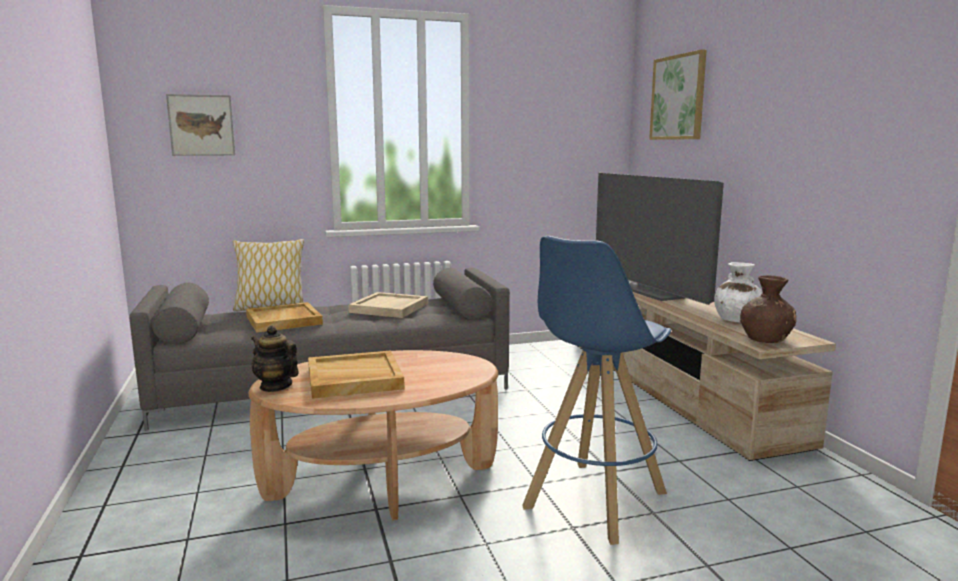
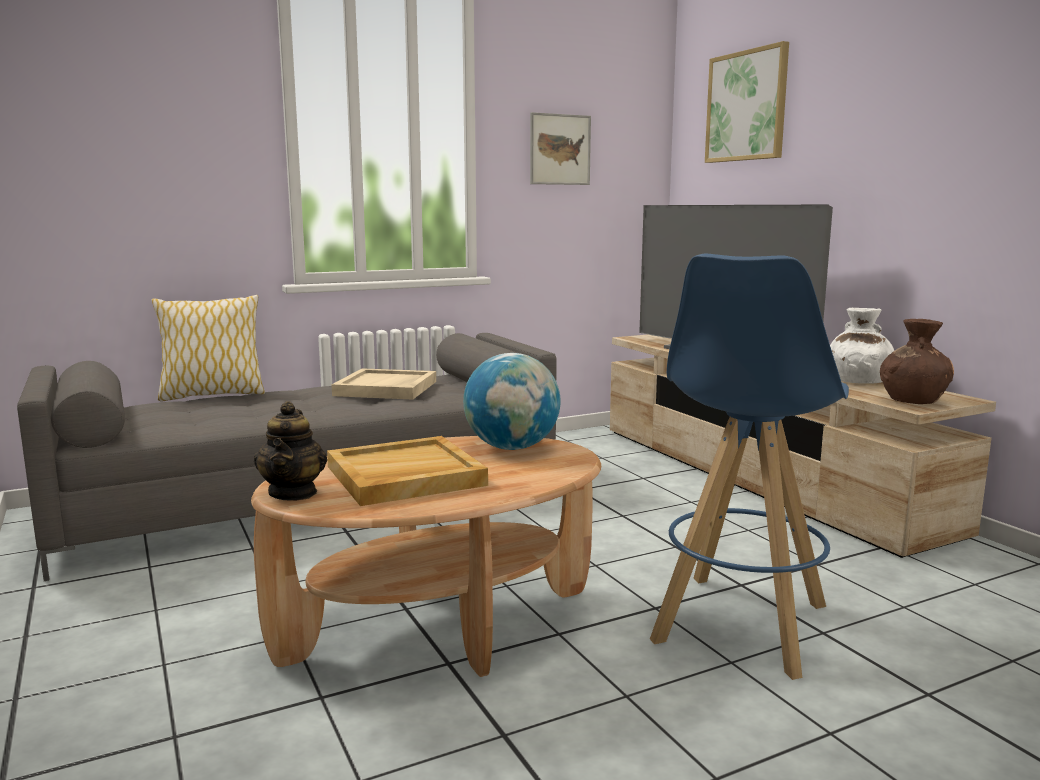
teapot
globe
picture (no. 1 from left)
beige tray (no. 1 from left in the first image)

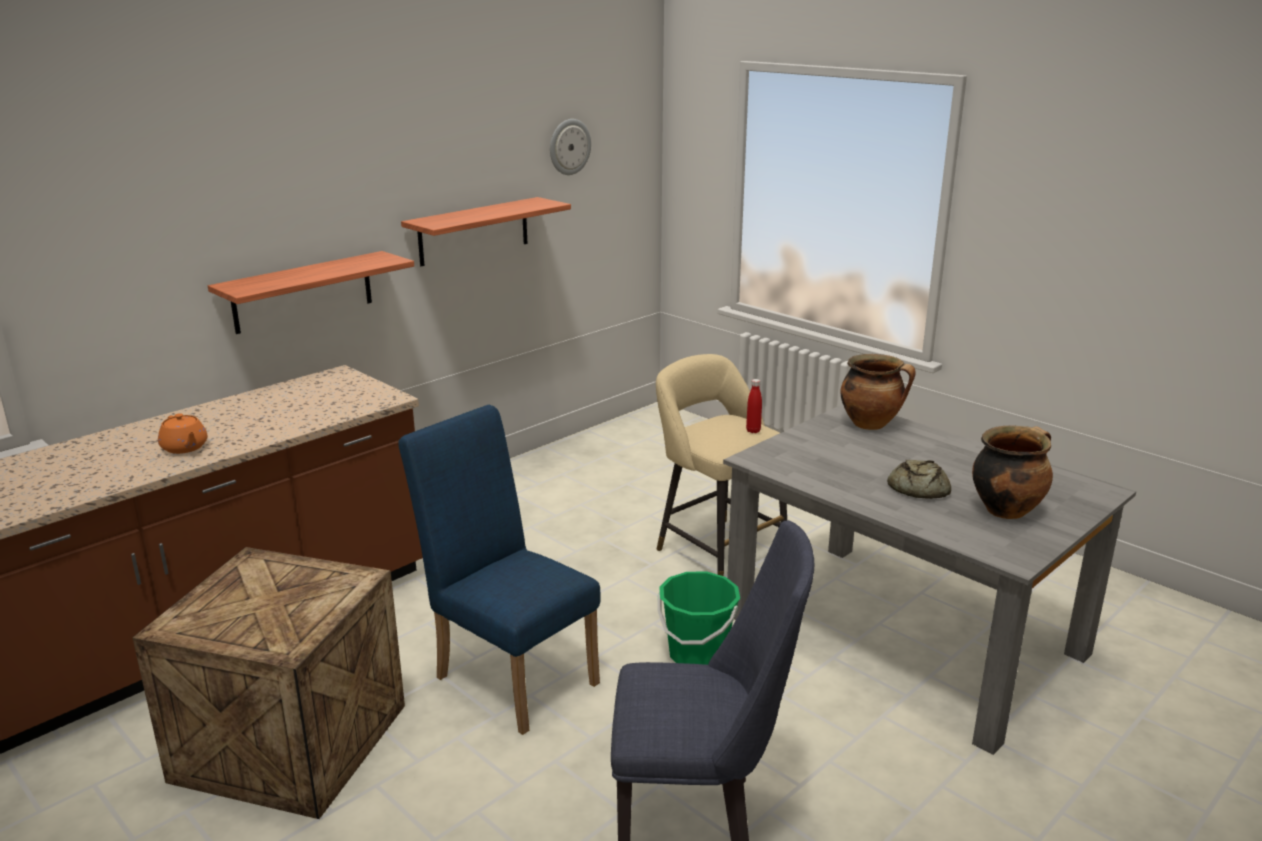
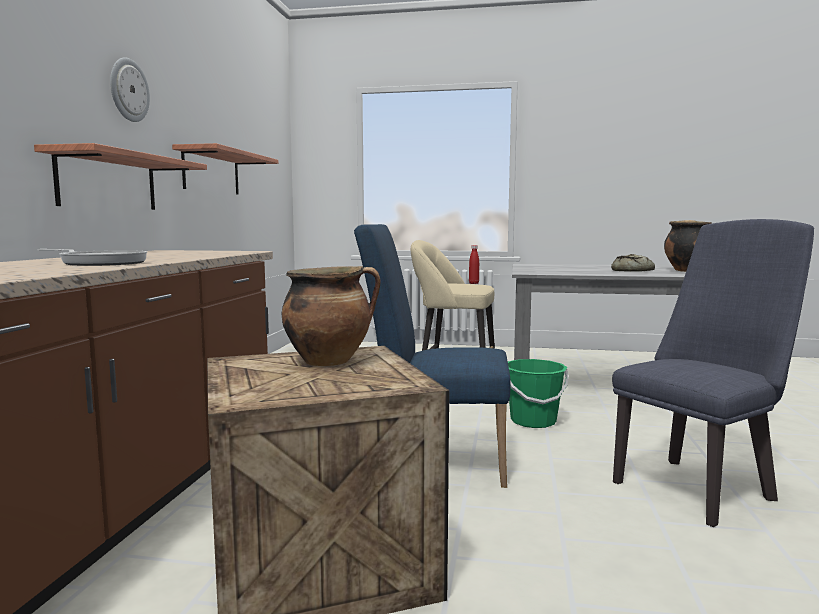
frying pan
wall clock
cooking pot (no. 1 from left)

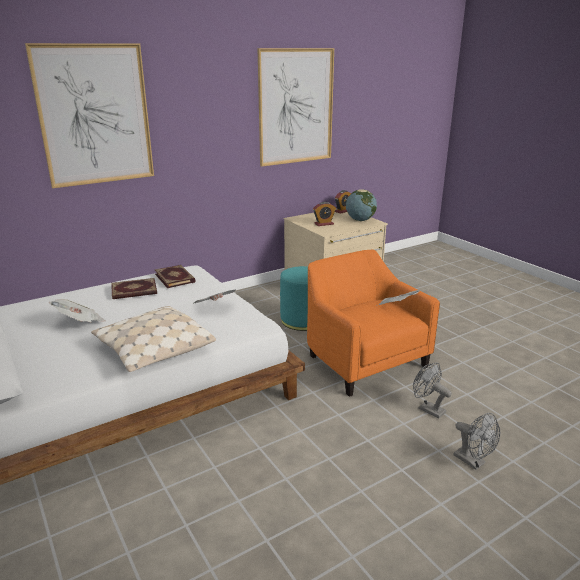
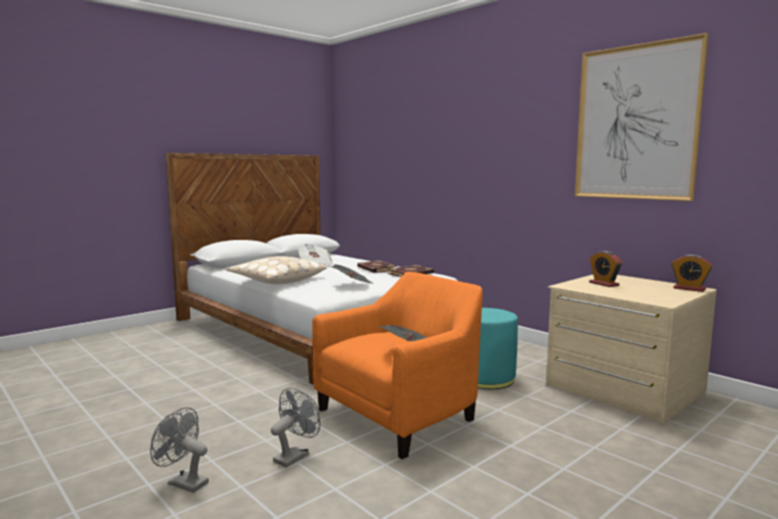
grey fan (no. 1 from left)
picture (no. 1 from left in the first image)
globe

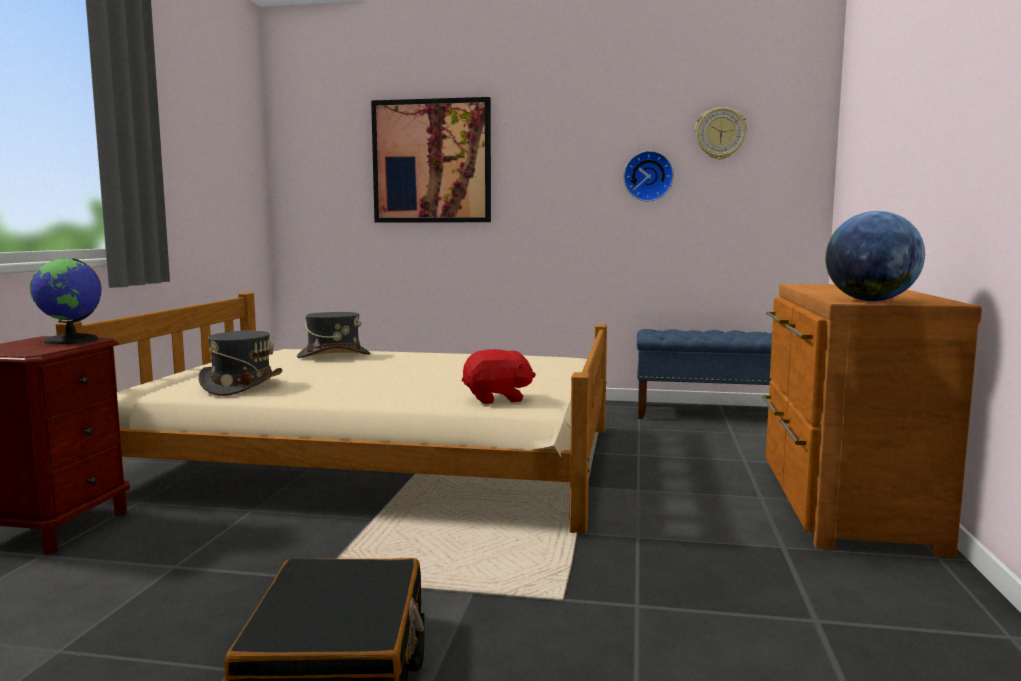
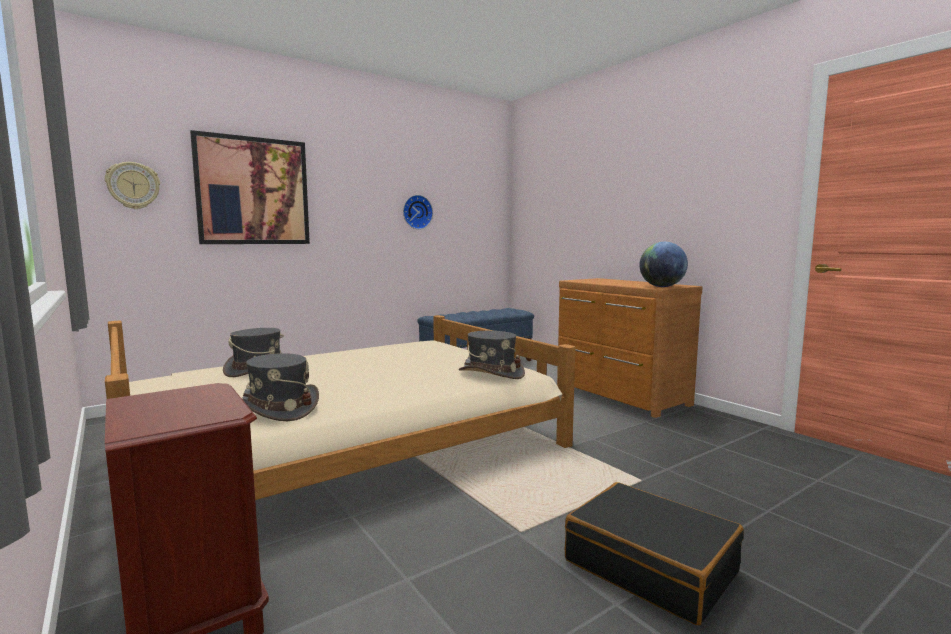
wall clock (no. 1 from left)
grey hat (no. 3 from left)
globe (no. 1 from left in the first image)

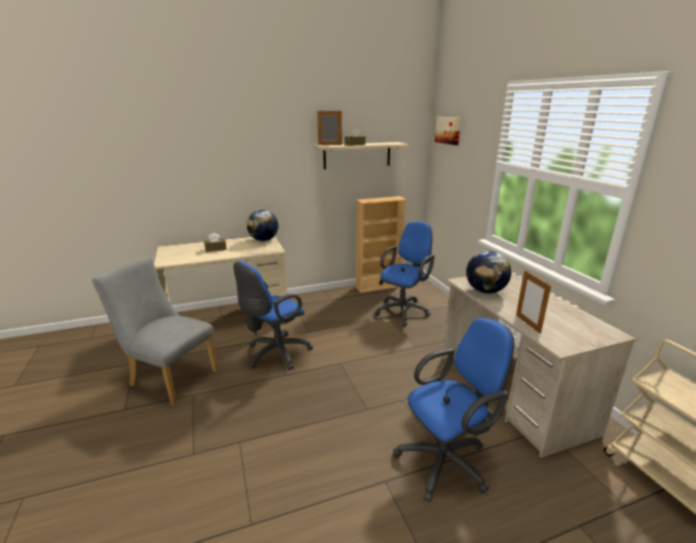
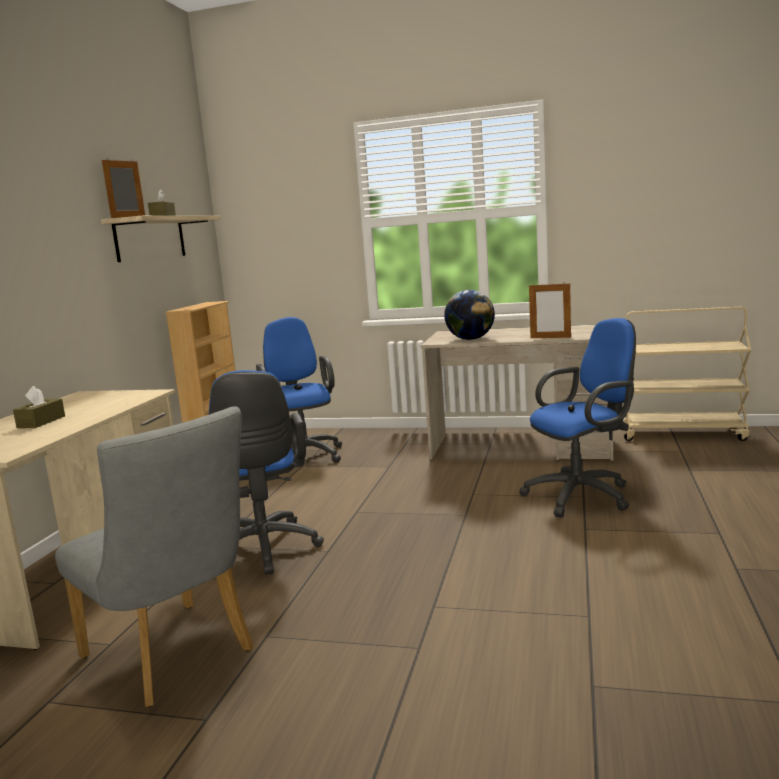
grey chair
blue office chair (no. 3 from left)
globe (no. 1 from left in the first image)
picture

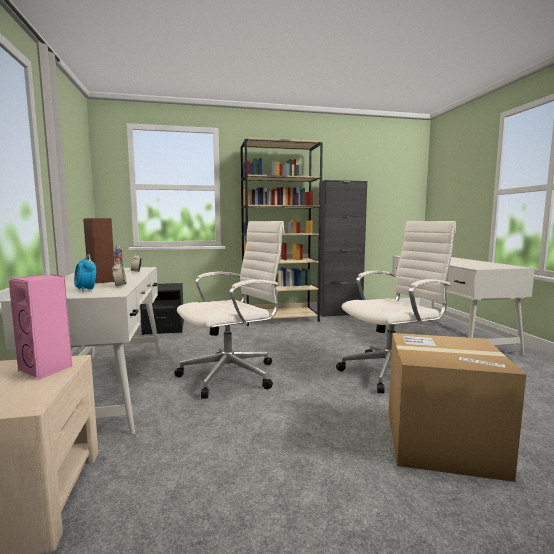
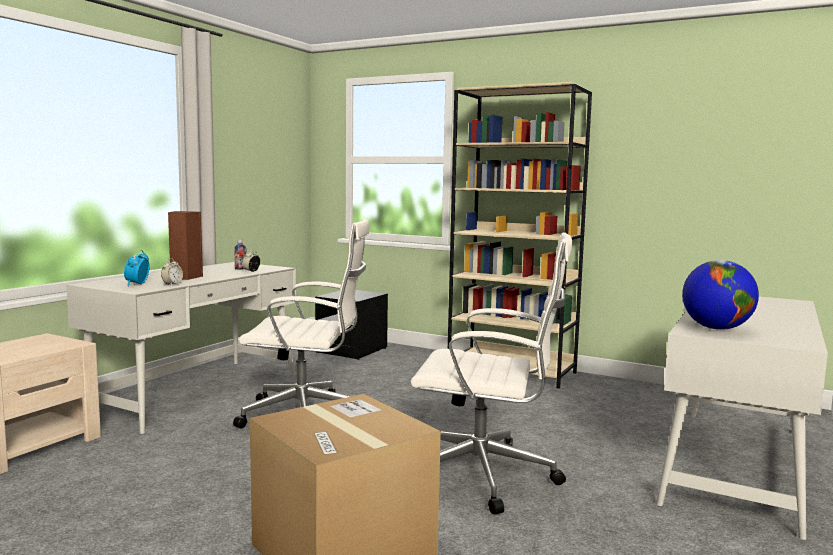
globe
pink speaker
black cabinet

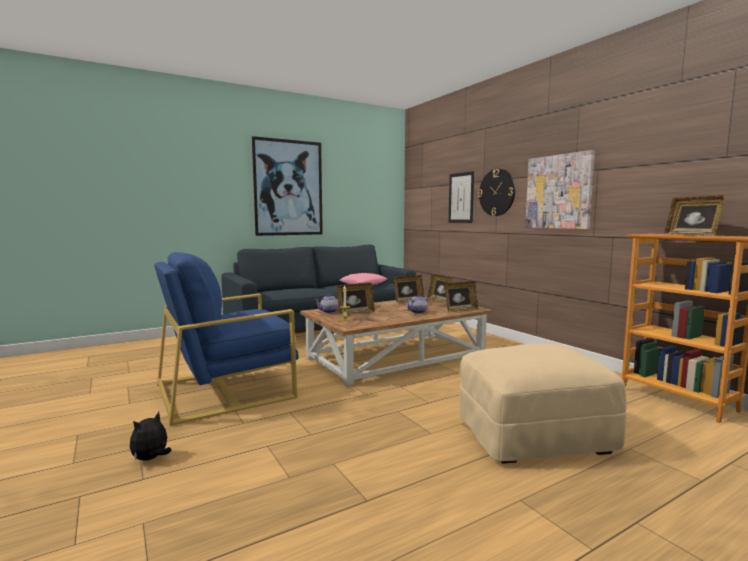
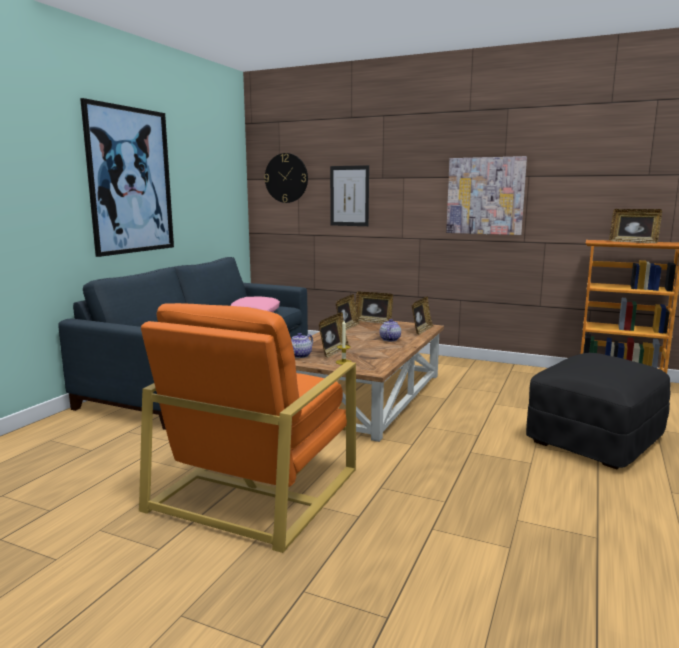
orange armchair
wall clock
black ottoman
plush toy

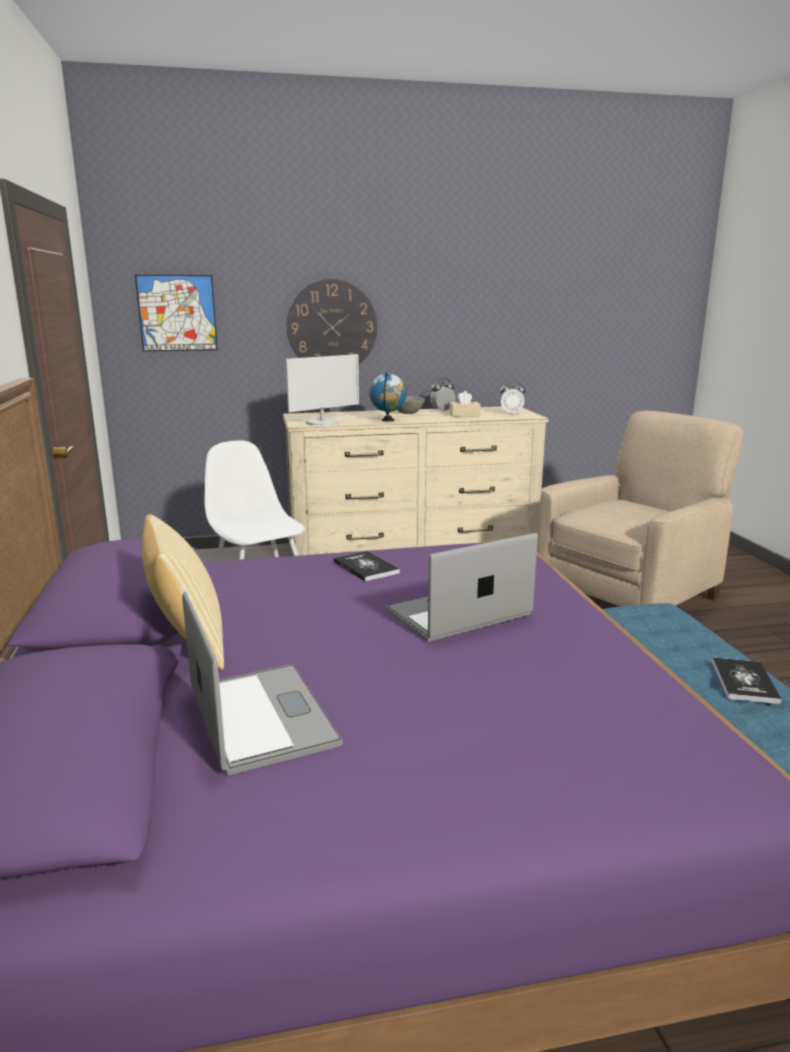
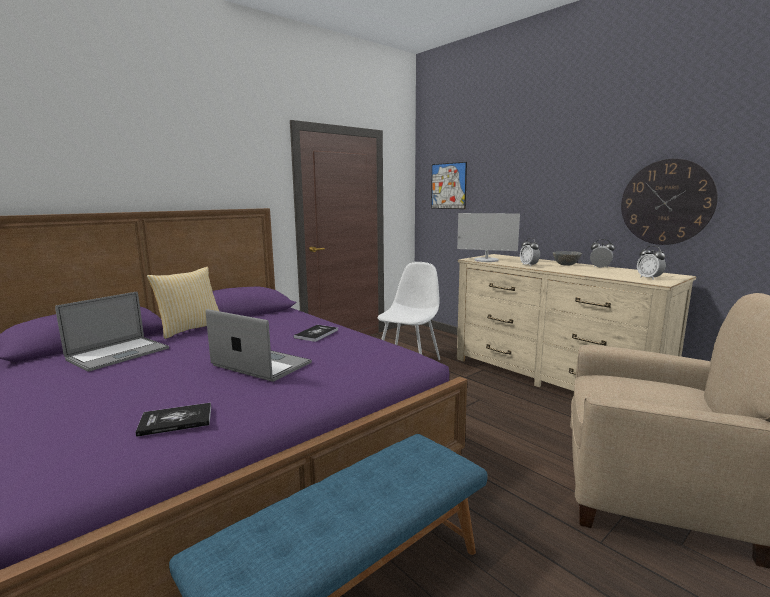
book (no. 1 from left)
alarm clock (no. 1 from left)
wall clock
beige tissue box

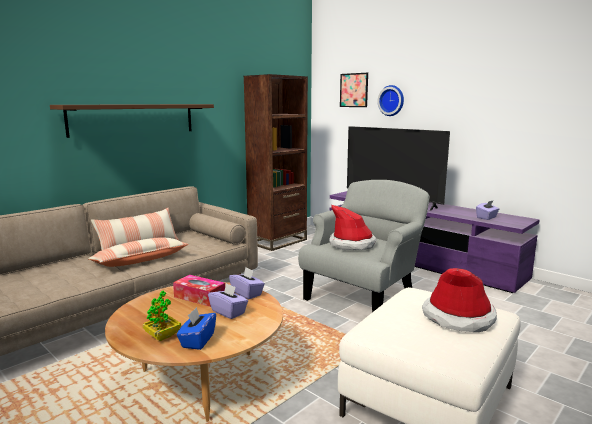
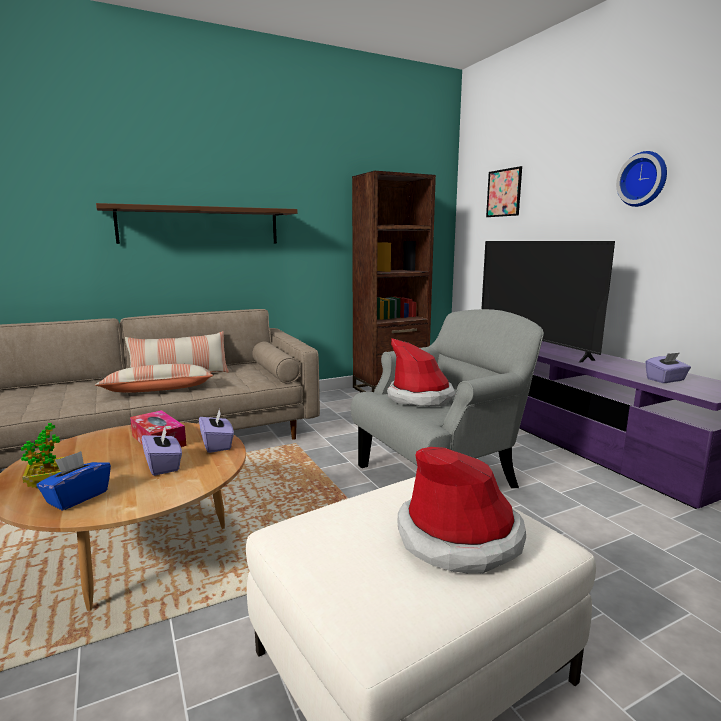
wall clock

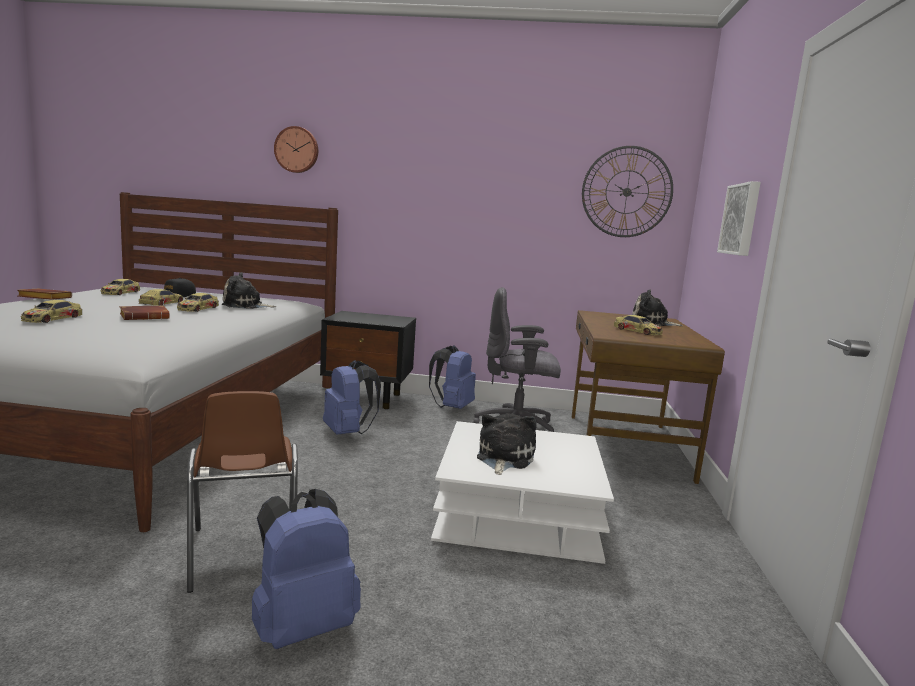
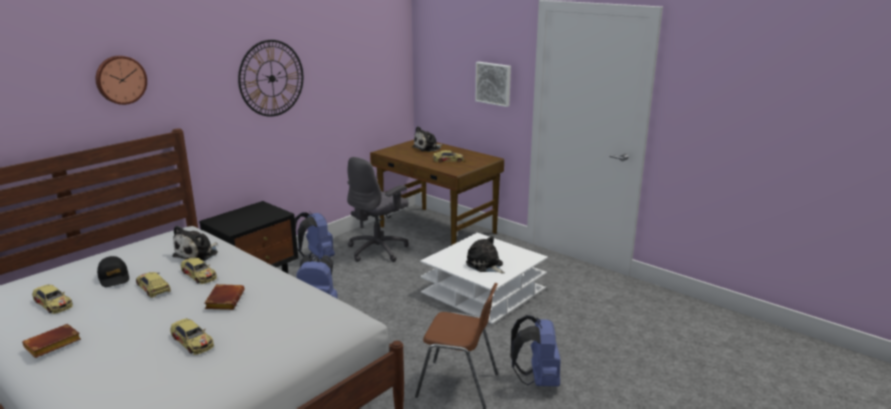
wall clock (no. 2 from left)

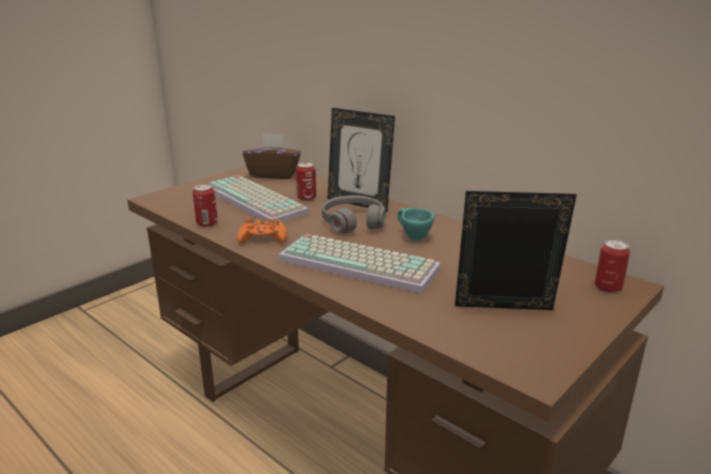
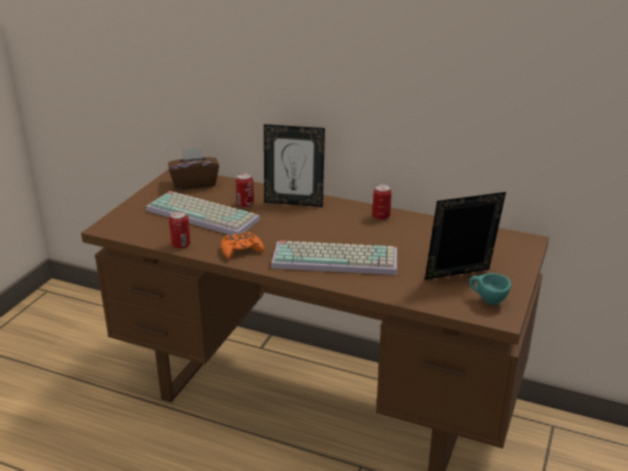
can (no. 3 from left)
turquoise cup
grey headphones

